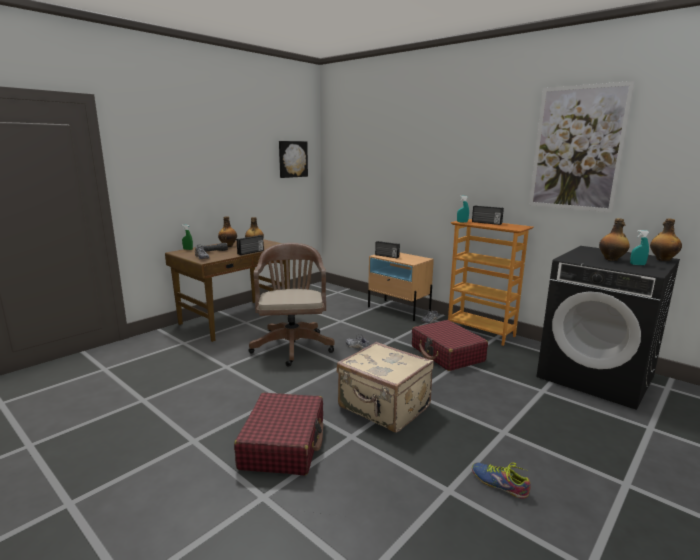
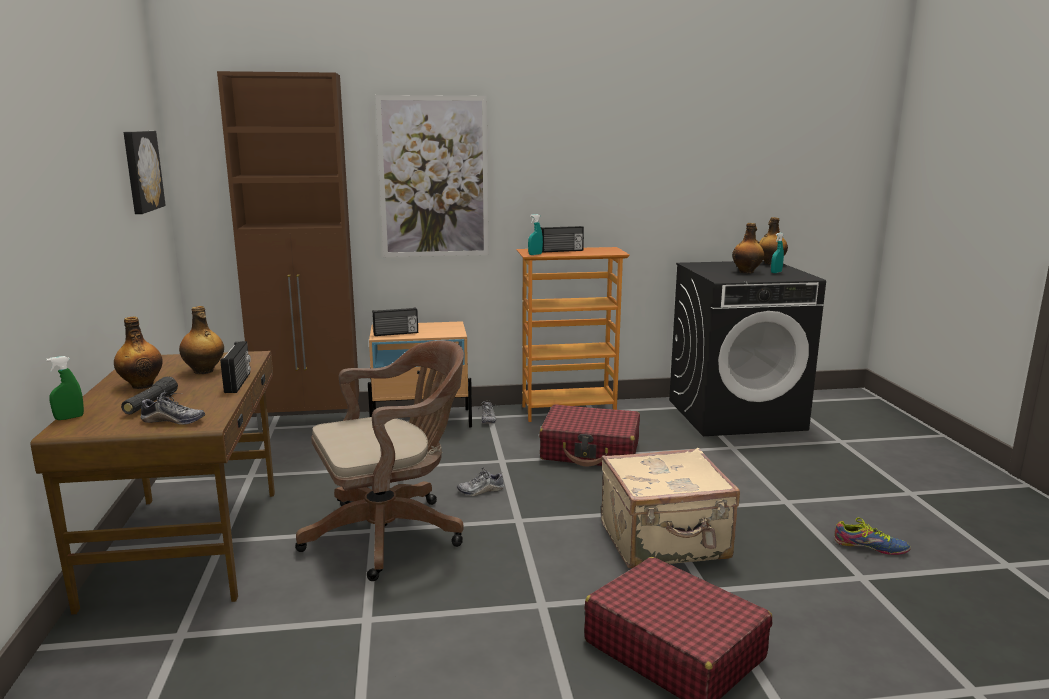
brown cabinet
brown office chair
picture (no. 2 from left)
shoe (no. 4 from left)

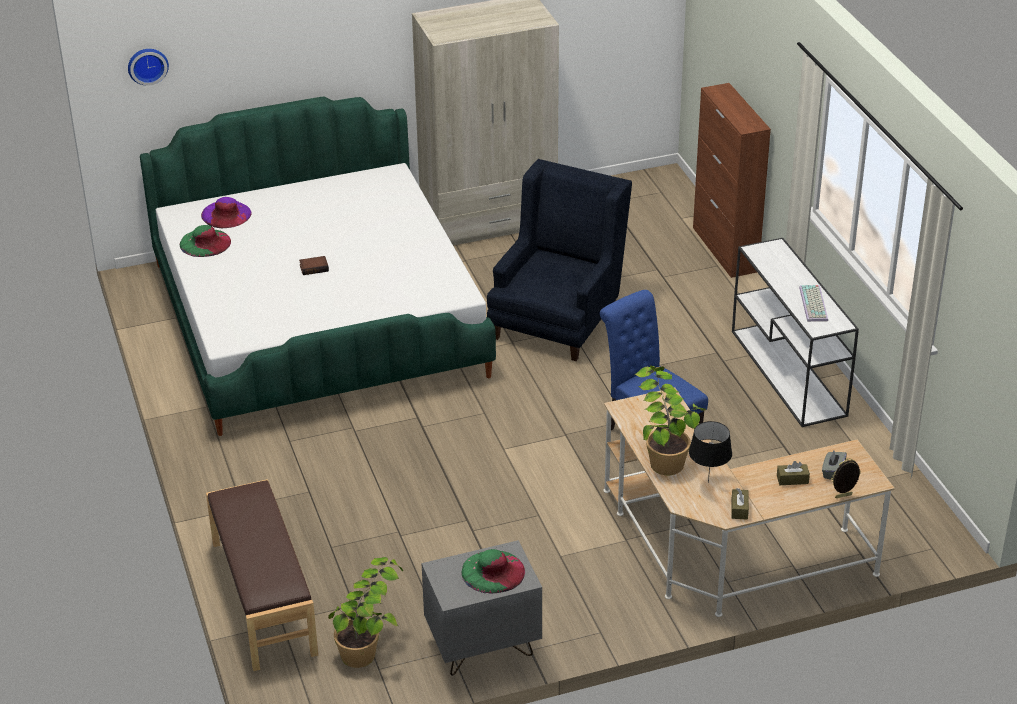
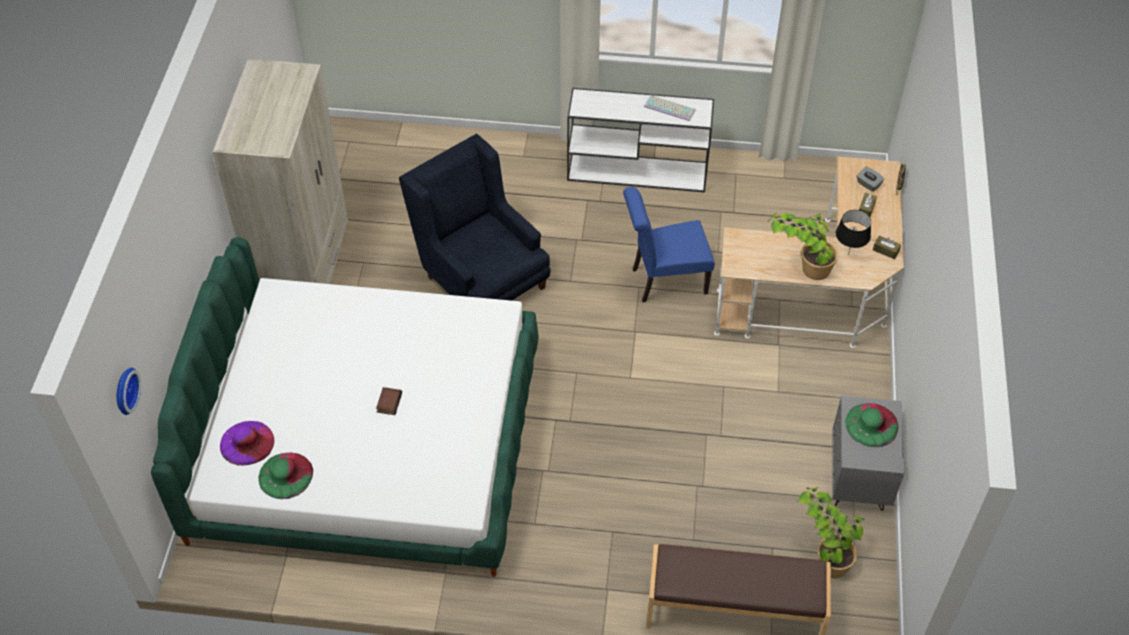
brown cabinet

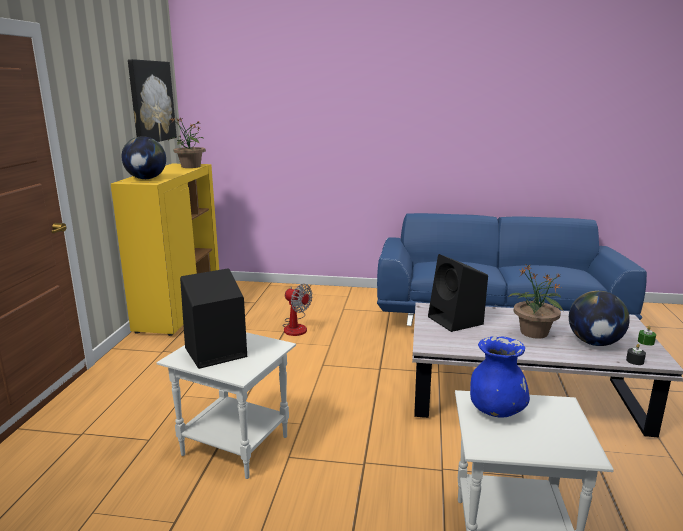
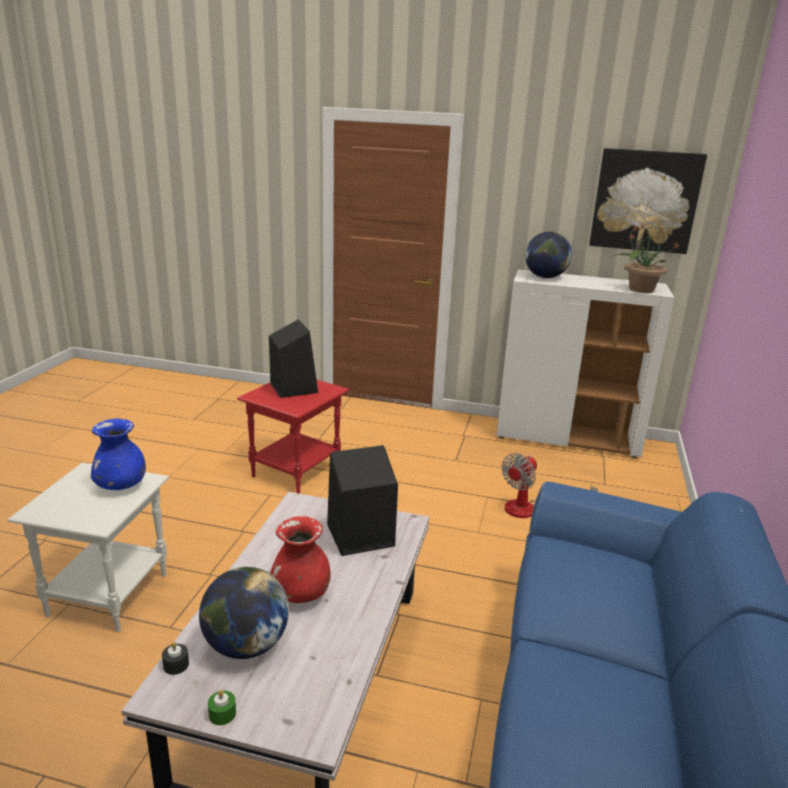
red side table
red vase
white cabinet

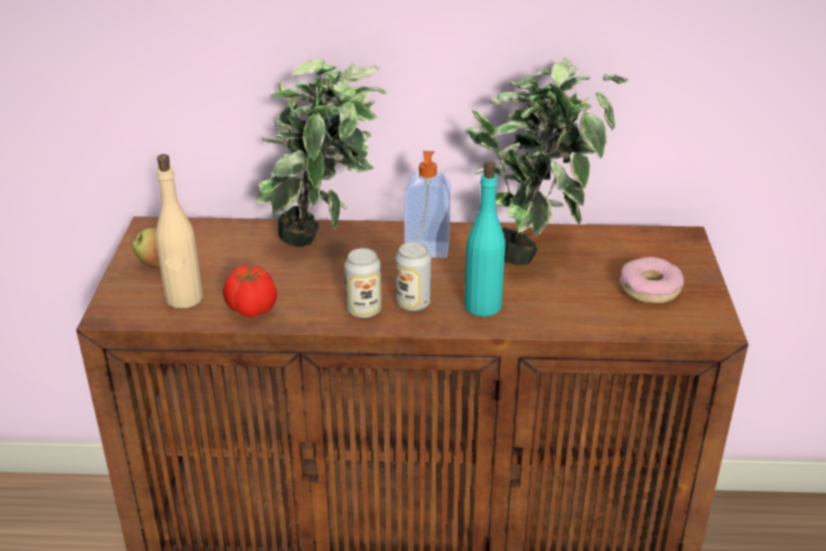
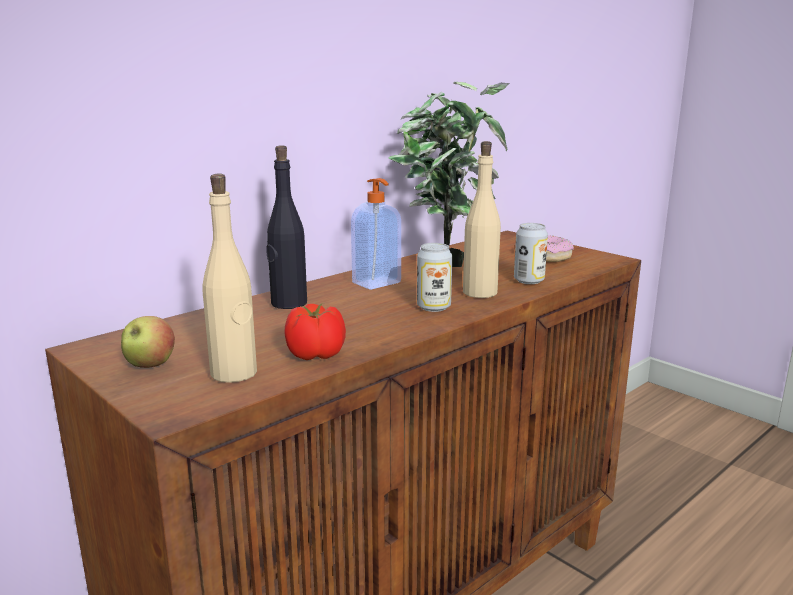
black bottle
beige bottle (no. 2 from left)
can (no. 2 from left)

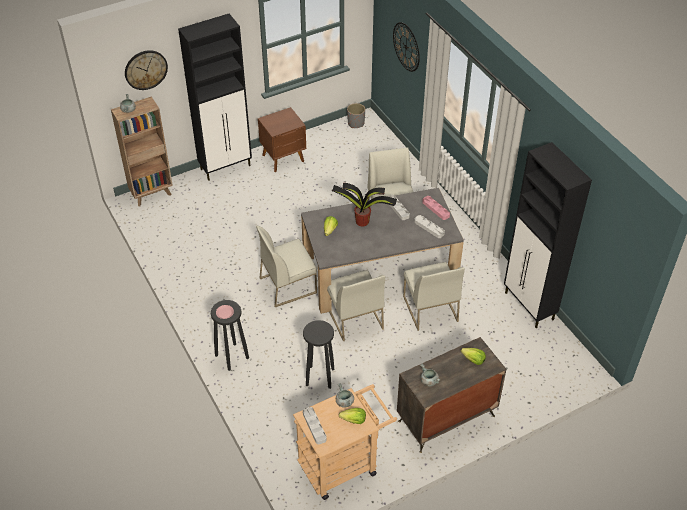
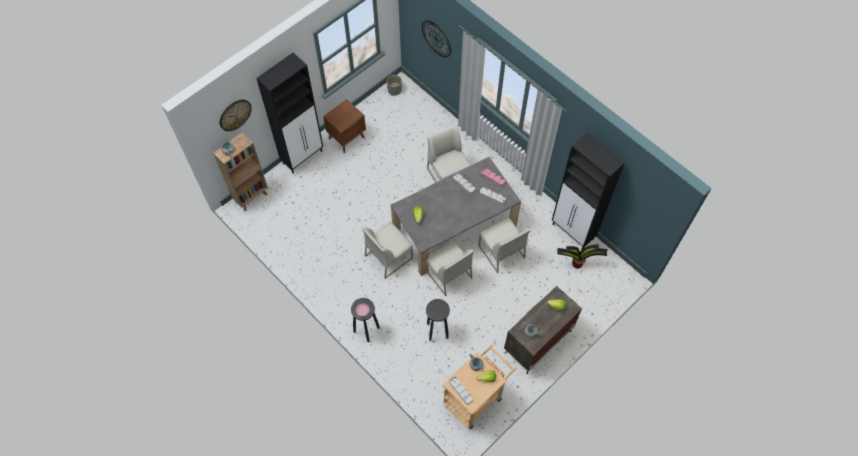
potted plant

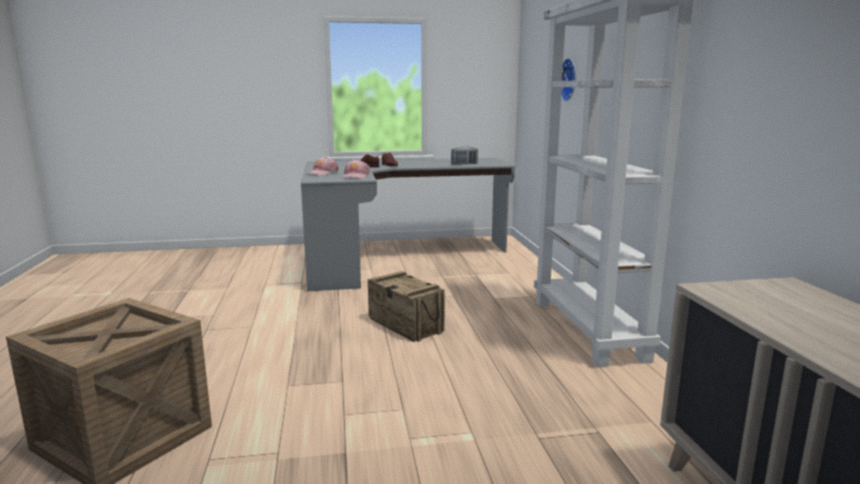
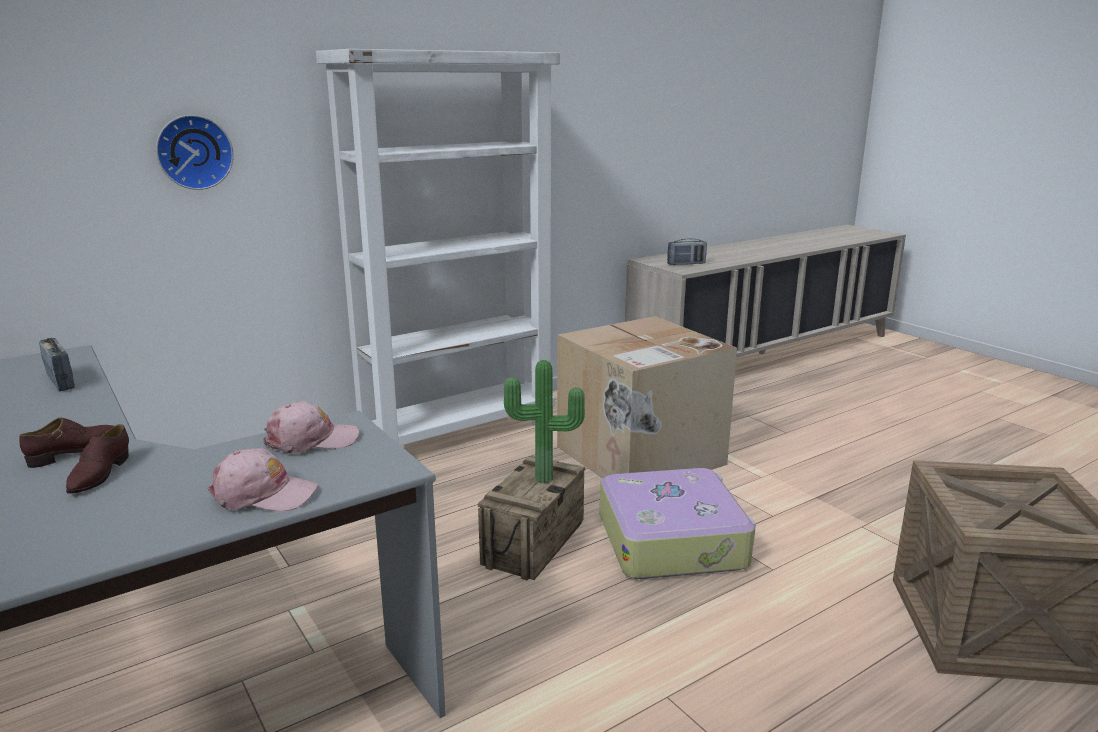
potted plant
cardboard box
suitcase
radio (no. 2 from left)

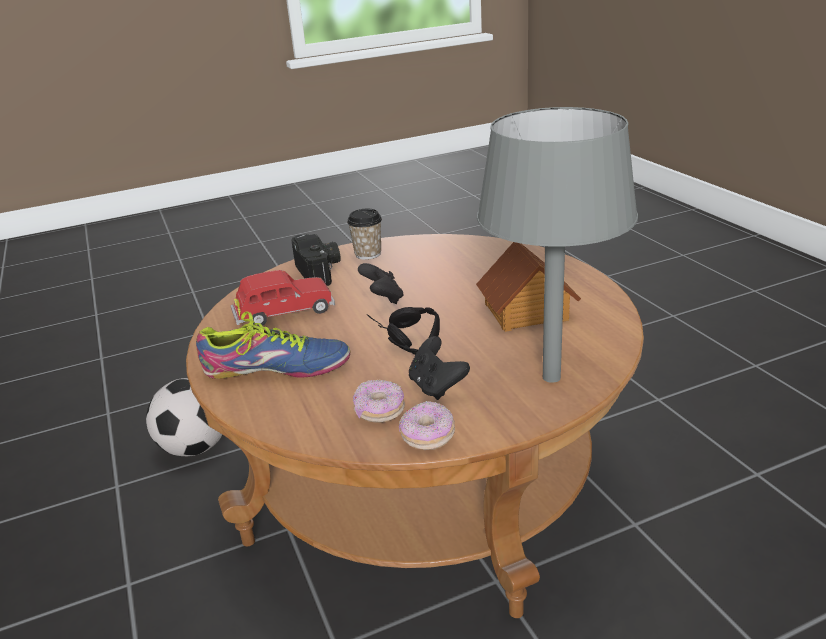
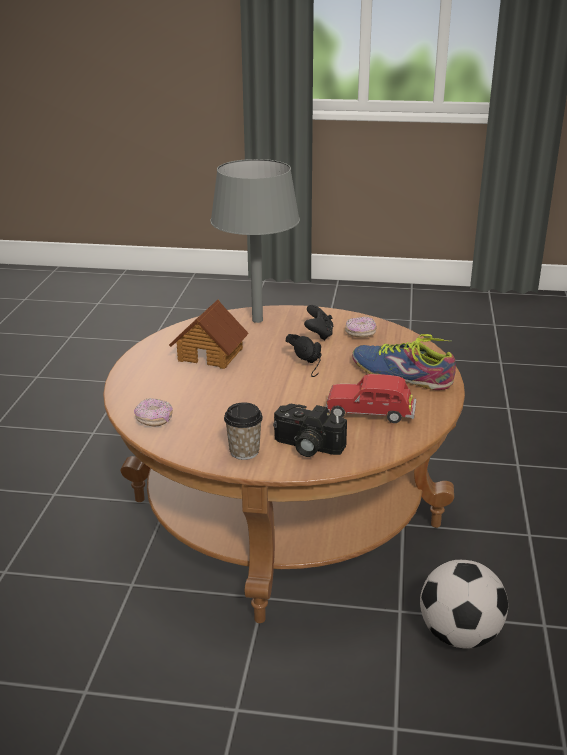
donut (no. 1 from left)
photo camera
black game controller (no. 1 from left in the first image)

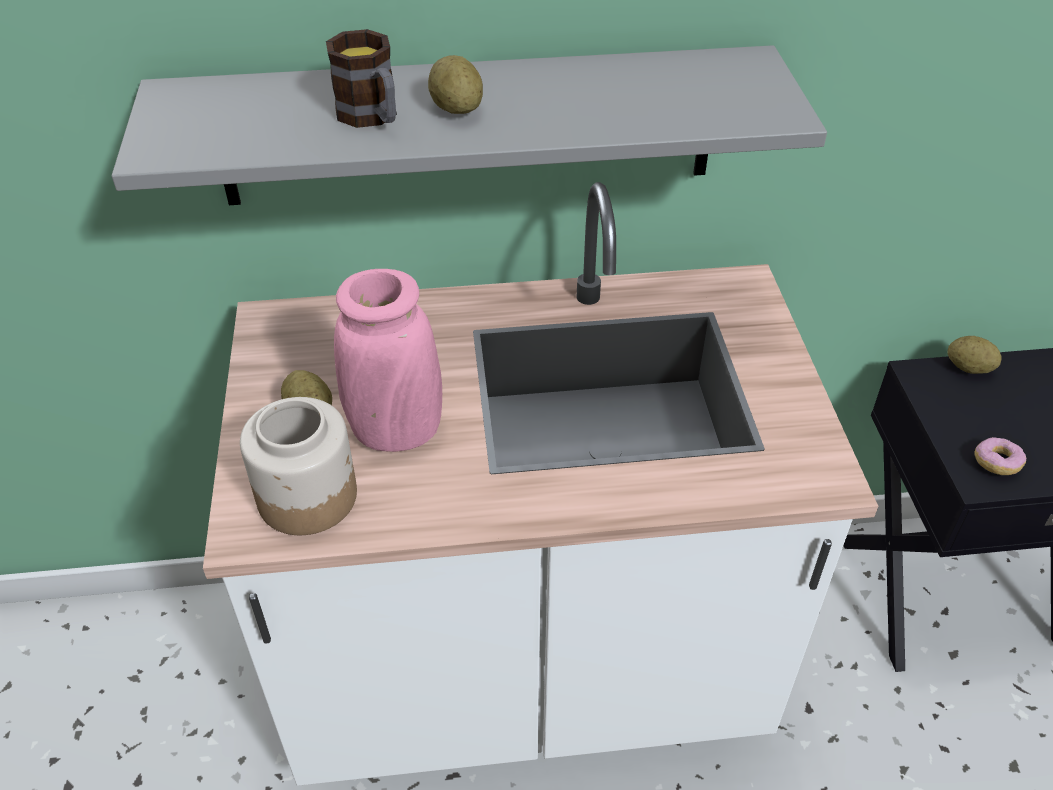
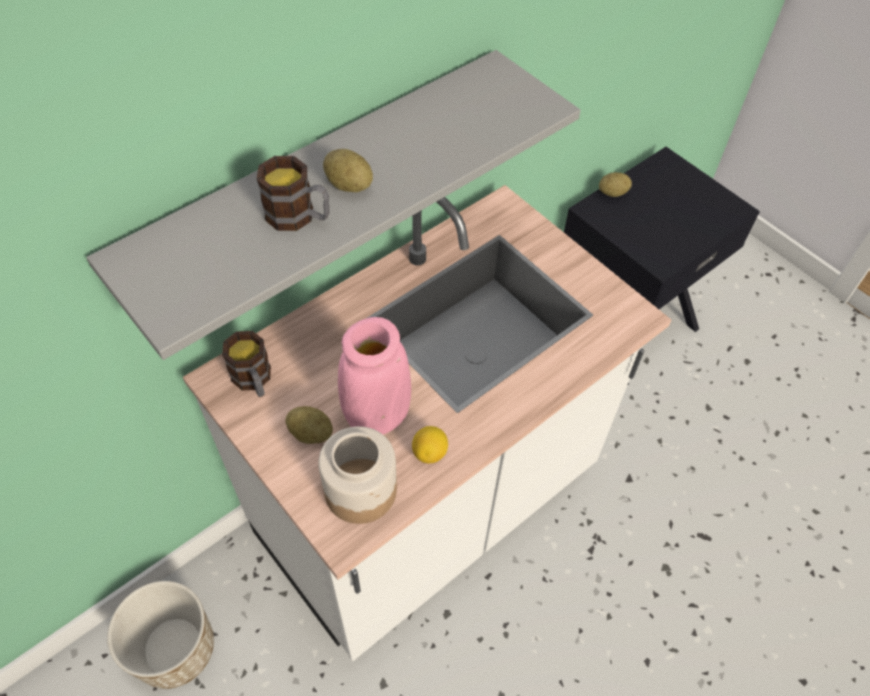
planter
mug (no. 1 from left)
lemon
donut

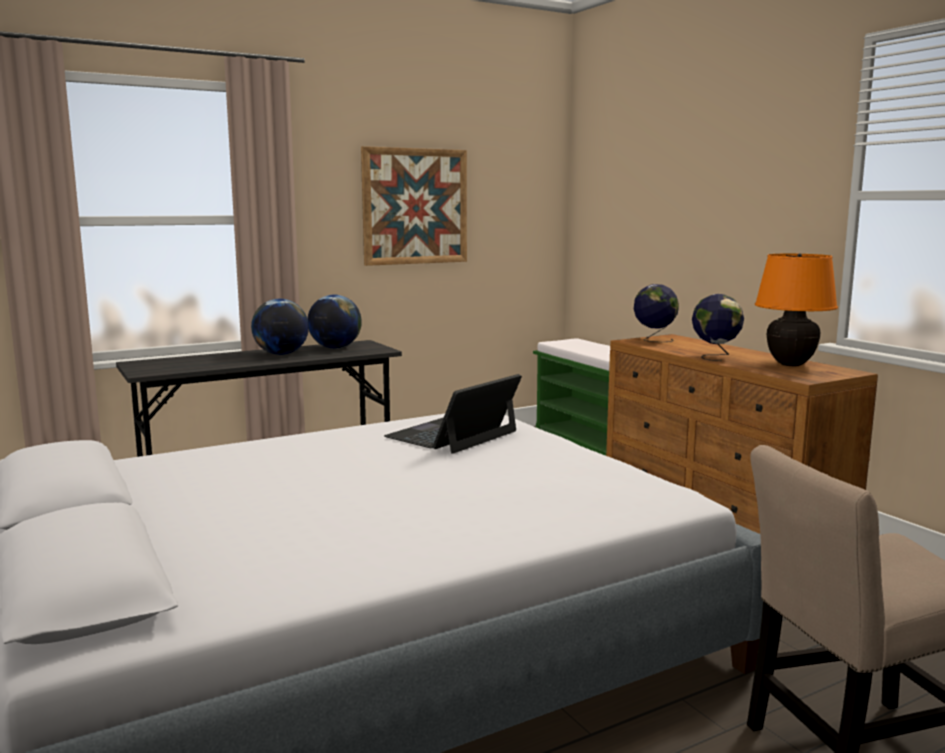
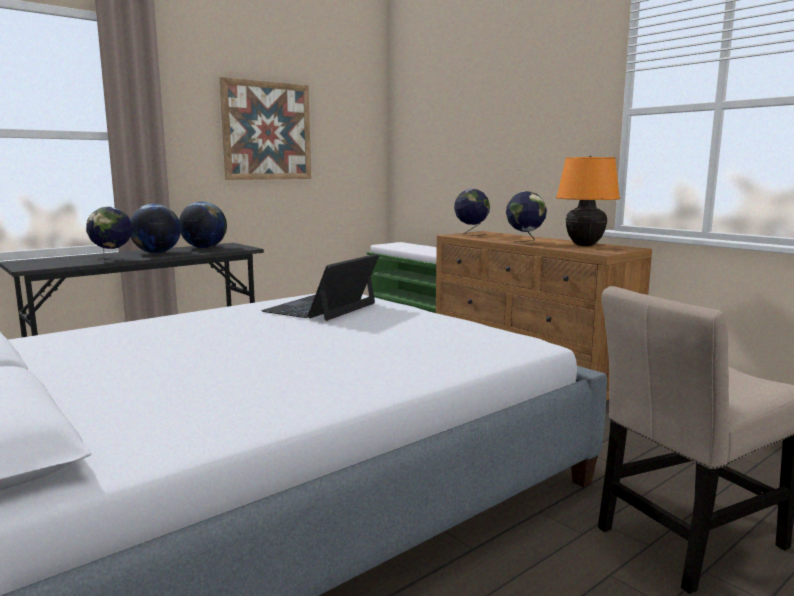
globe (no. 1 from left)

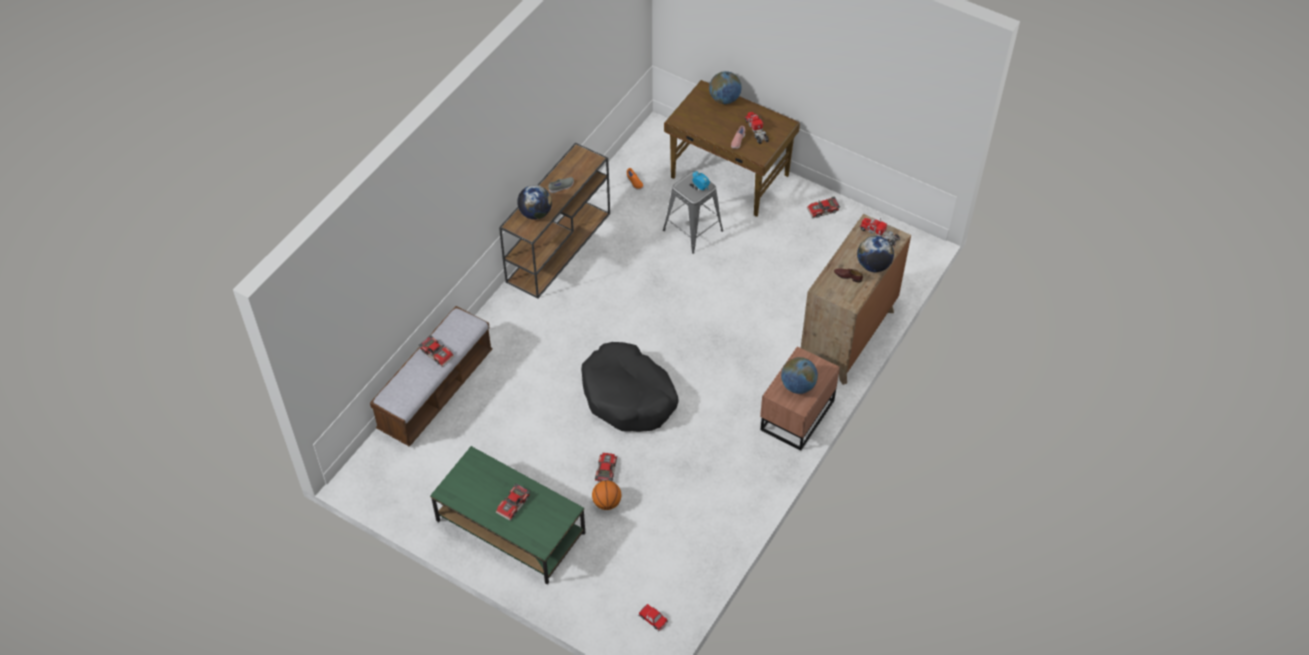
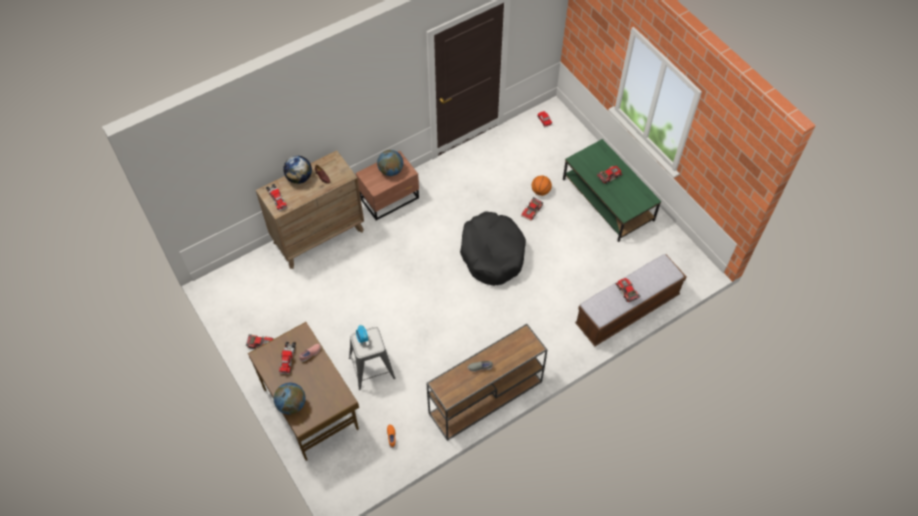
globe (no. 1 from left in the first image)

